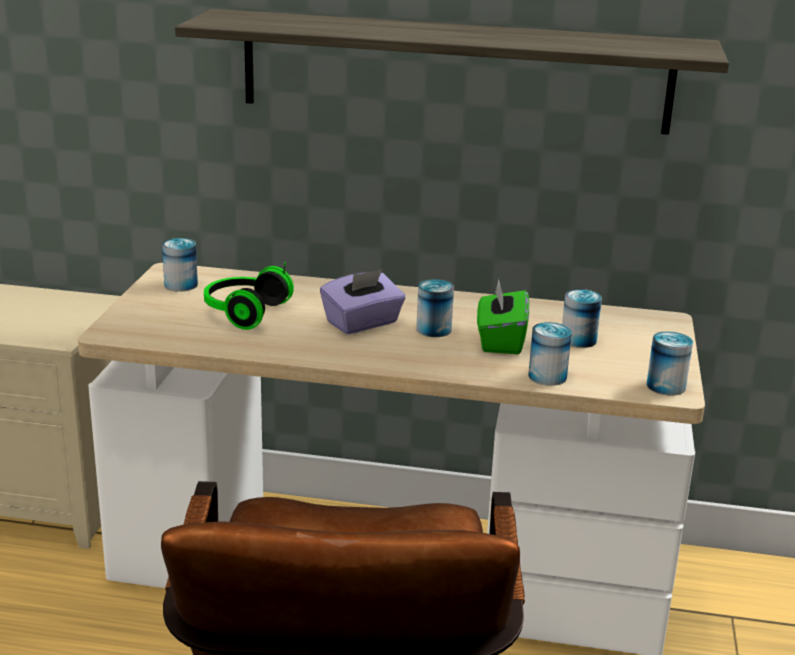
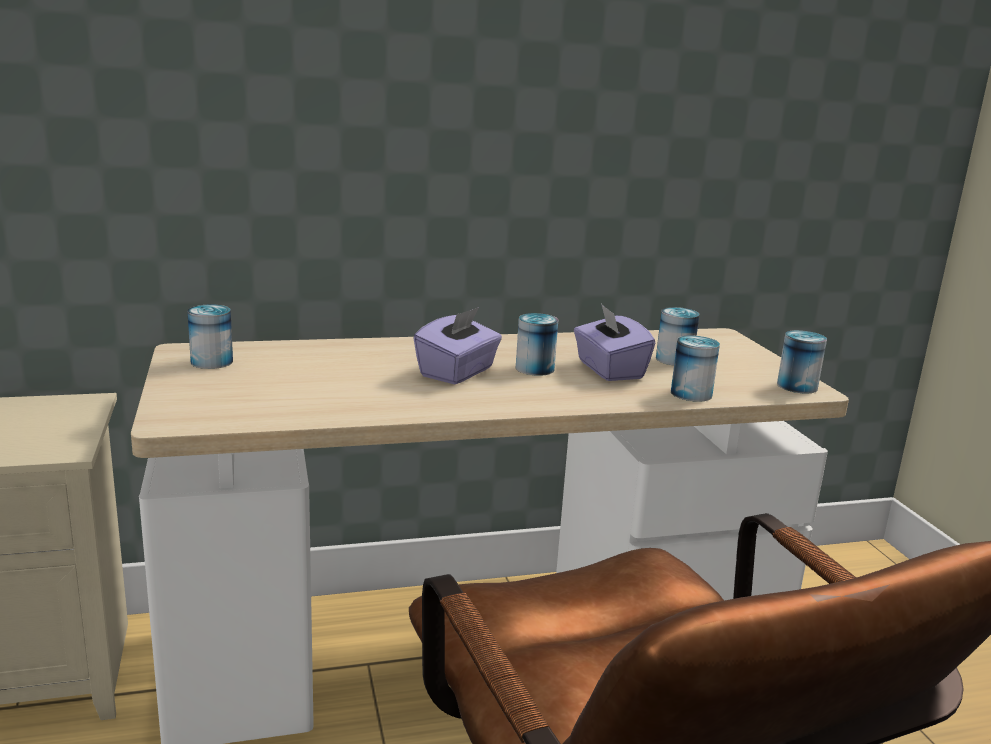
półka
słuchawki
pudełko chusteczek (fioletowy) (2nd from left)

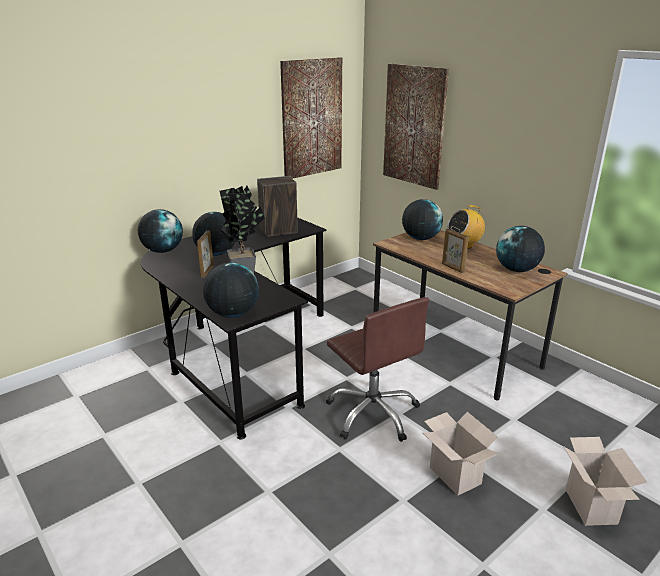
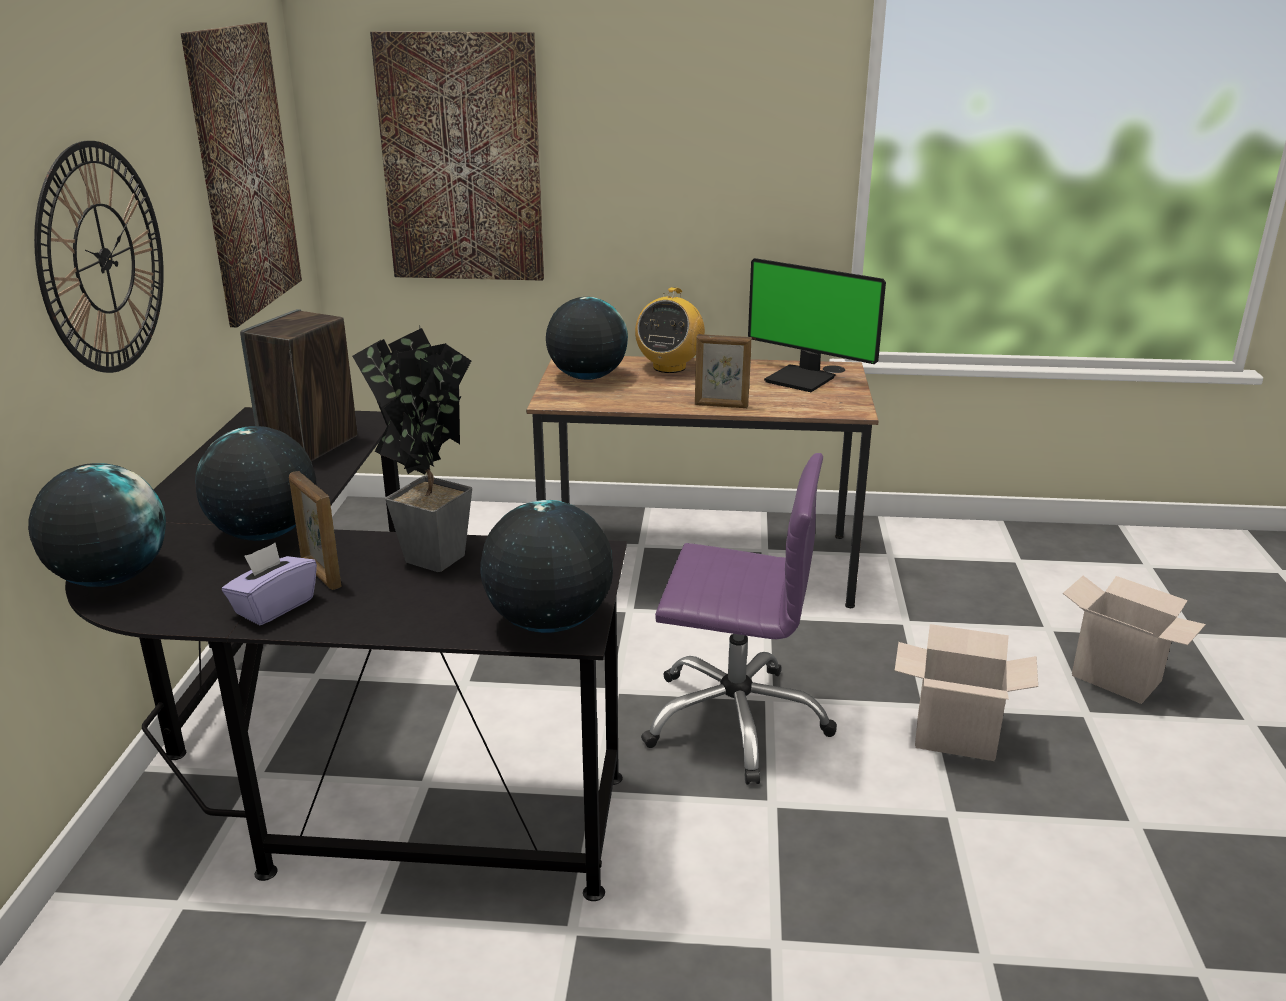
krzesło biurowe (fioletowy)
monitor
zegar ścienny
pudełko chusteczek (fioletowy)

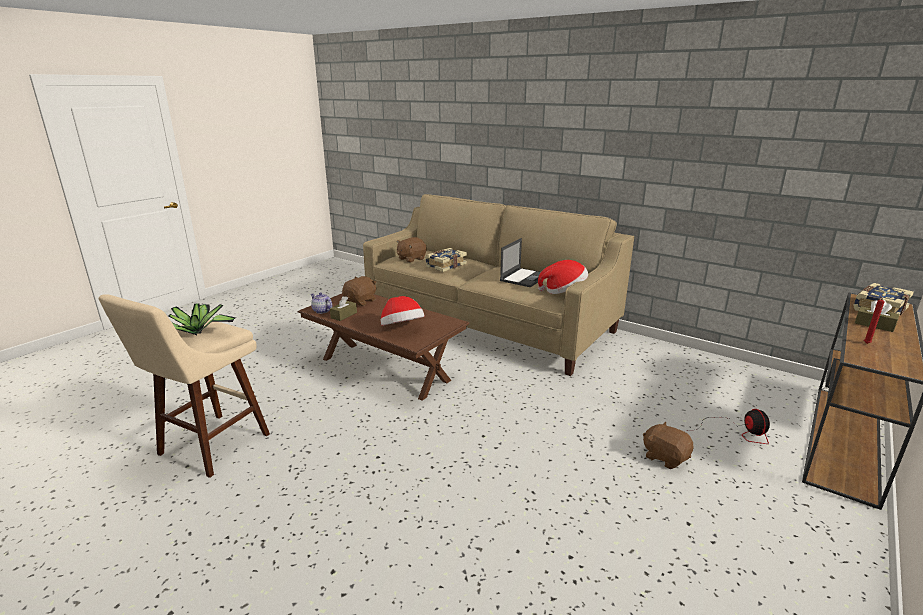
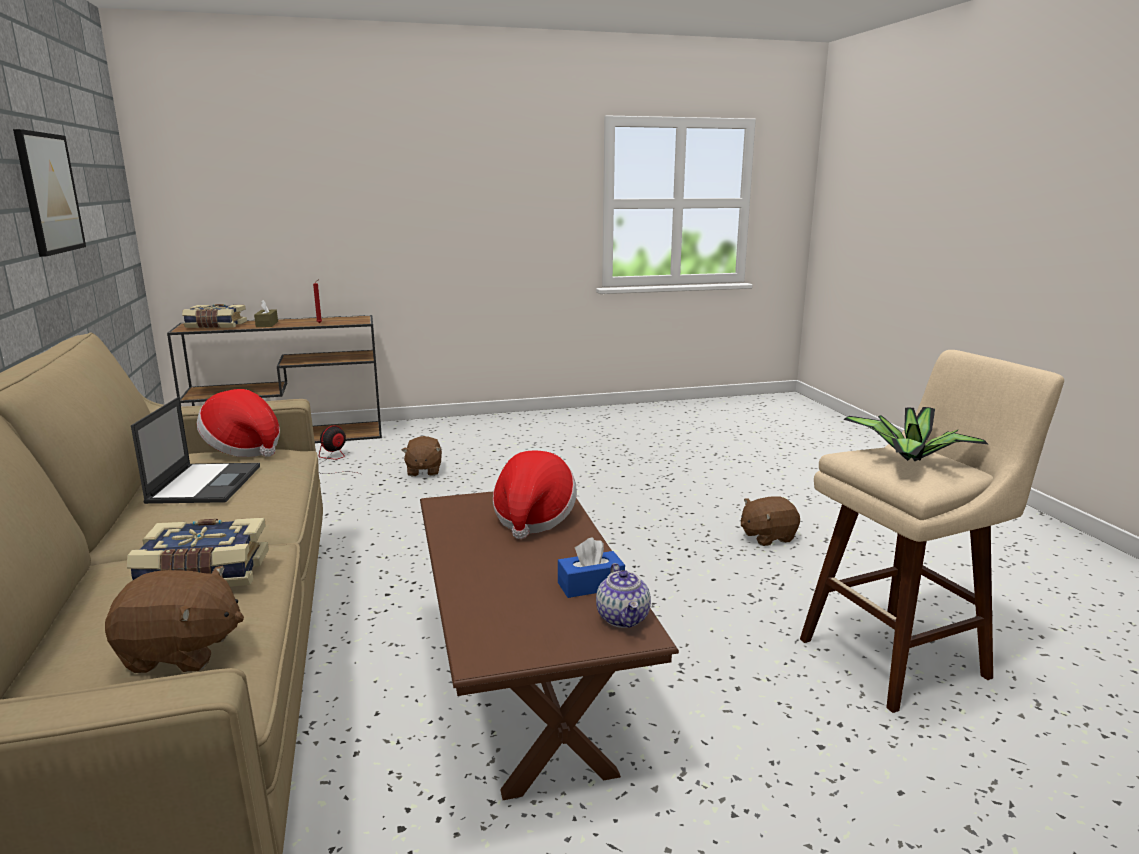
pudełko chusteczek (niebieski)
pluszak (brązowy) (3rd from left)
laptop
obraz

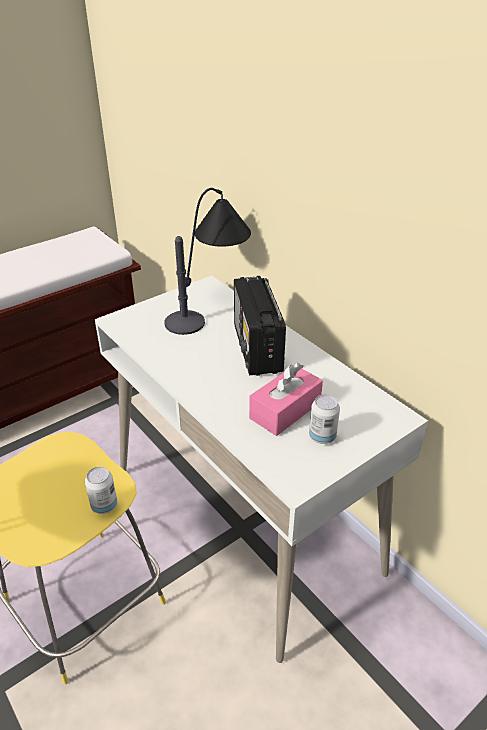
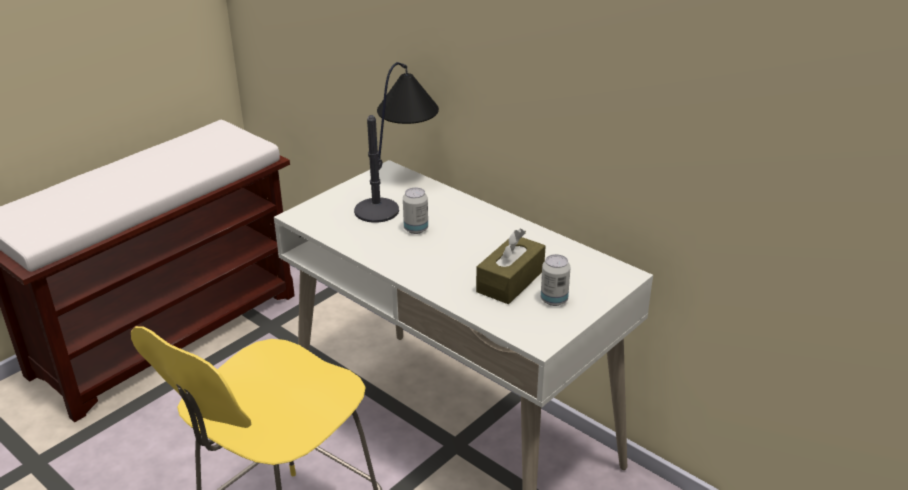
puszka (1st from left)
radio
pudełko chusteczek (brązowy)

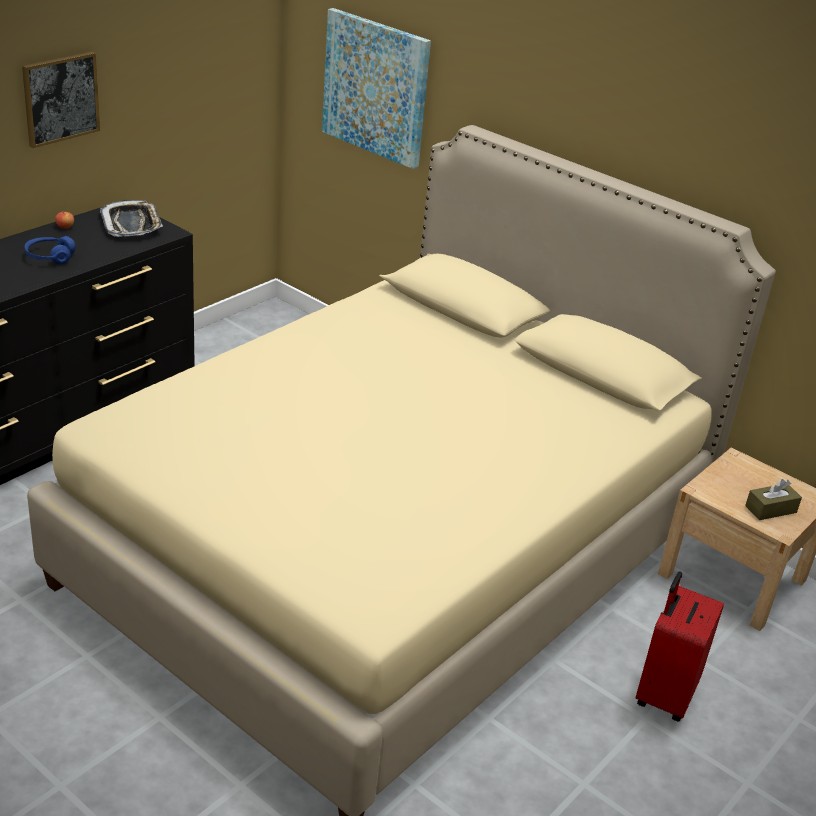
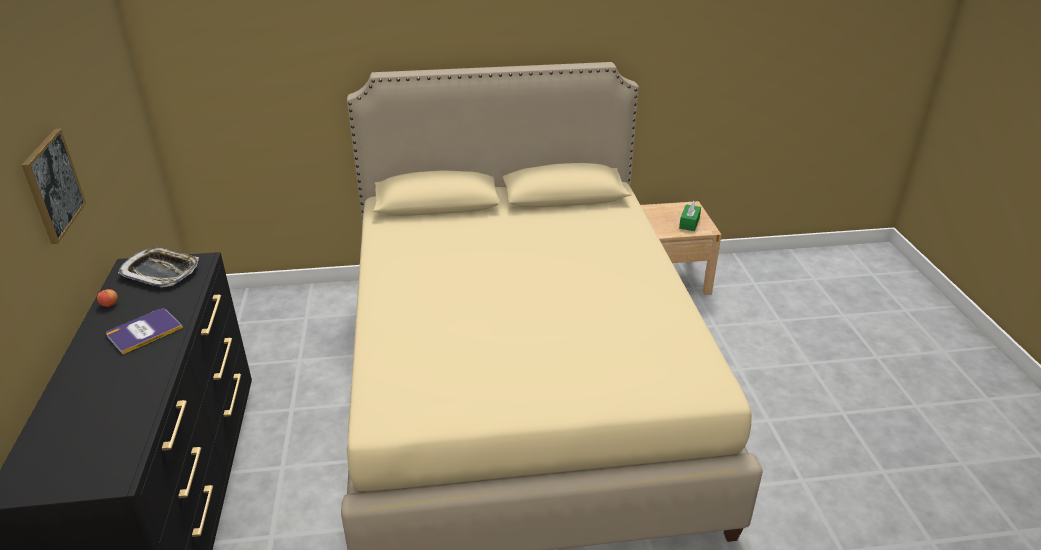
książka
obraz (2nd from left in the first image)
walizka (czerwony)
pudełko chusteczek (zielony)

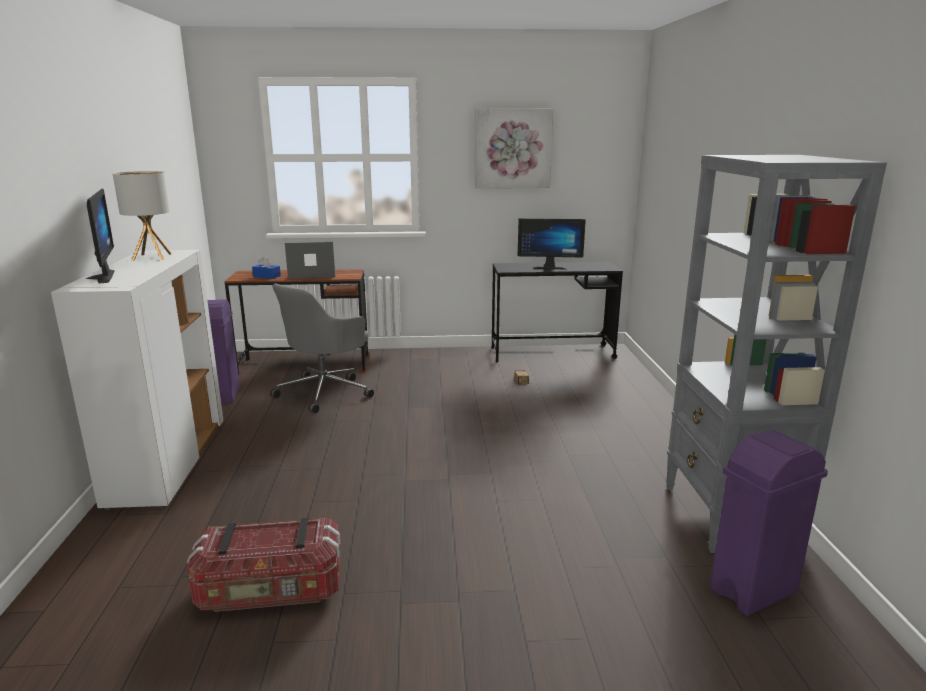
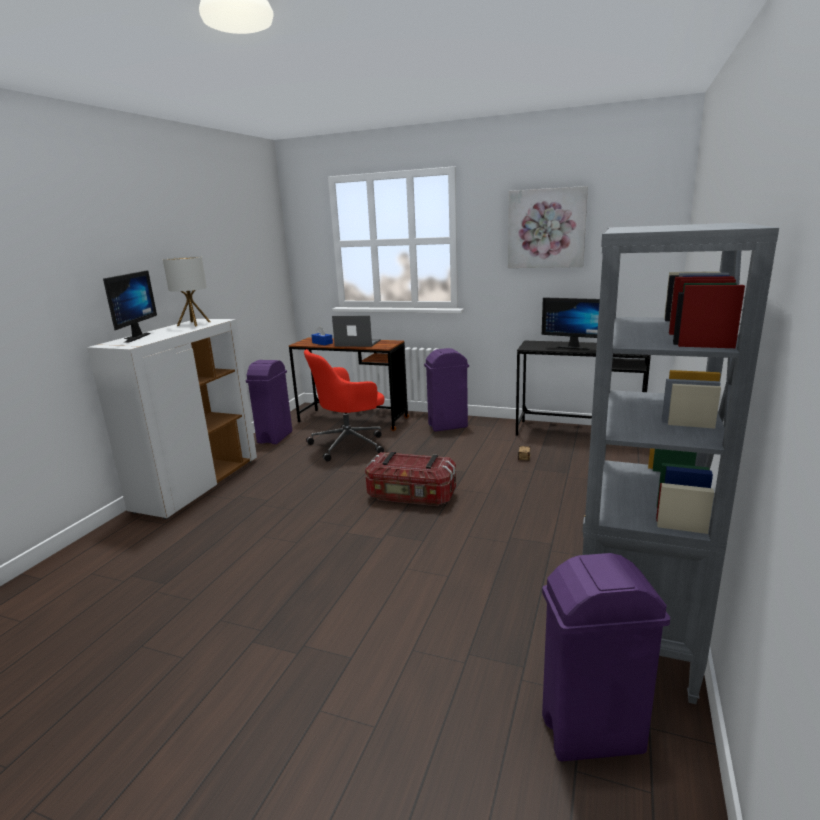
pojemnik do przechowywania (1st from left)
krzesło biurowe (czerwony)
kosz na śmieci (fioletowy) (2nd from left)

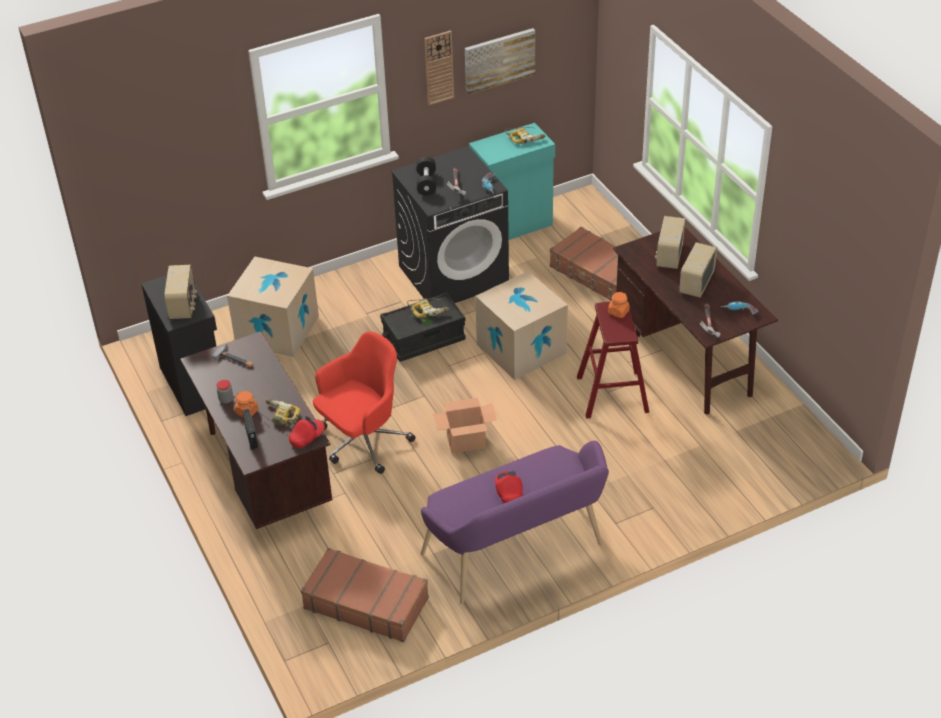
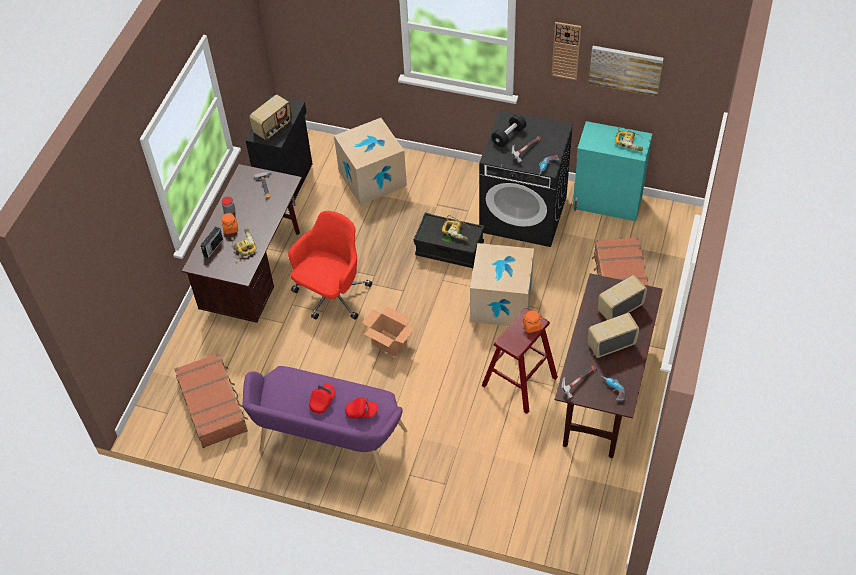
czapka z daszkiem (czerwony) (2nd from left)
krzesło biurowe (czerwony)

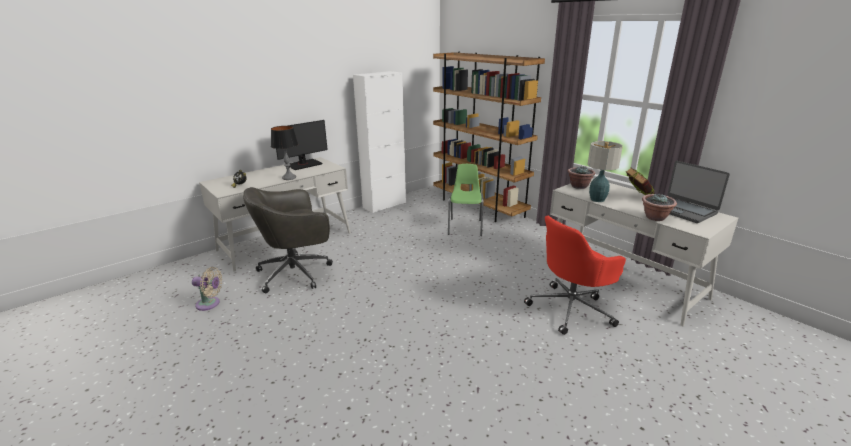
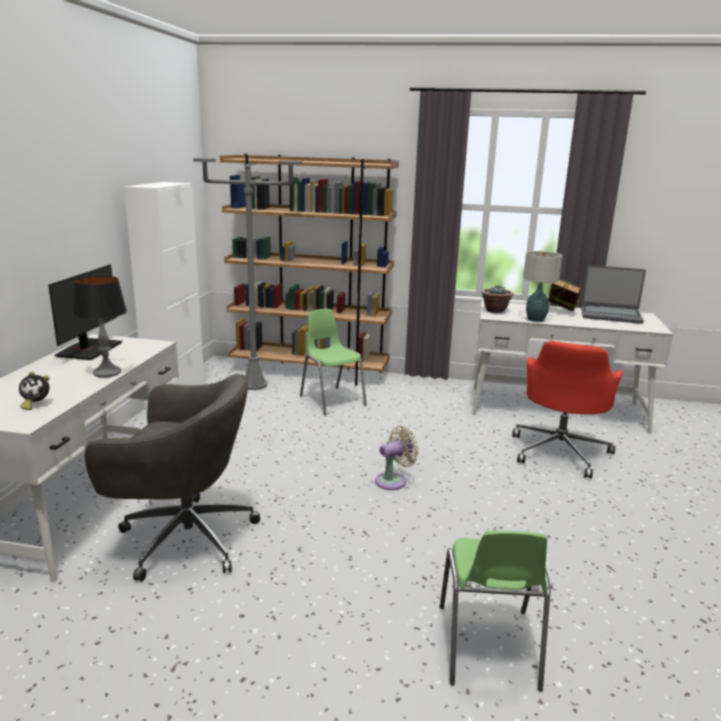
wentylator (beżowy)
krzesło biurowe (szary)
roślina doniczkowa (2nd from left in the first image)
lampa stojąca (szary)
krzesło (zielony) (2nd from left)

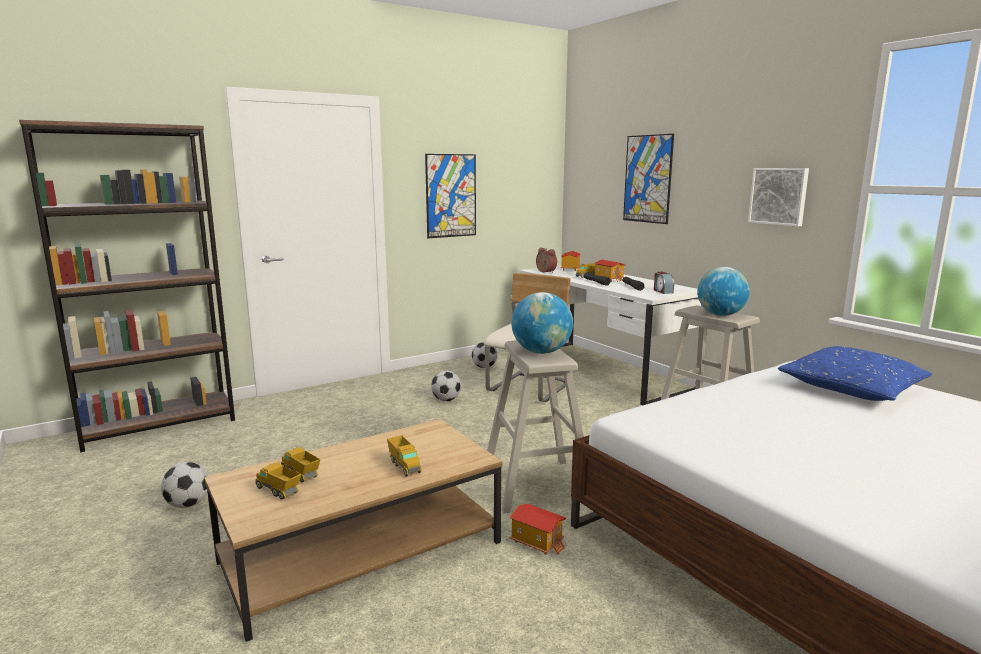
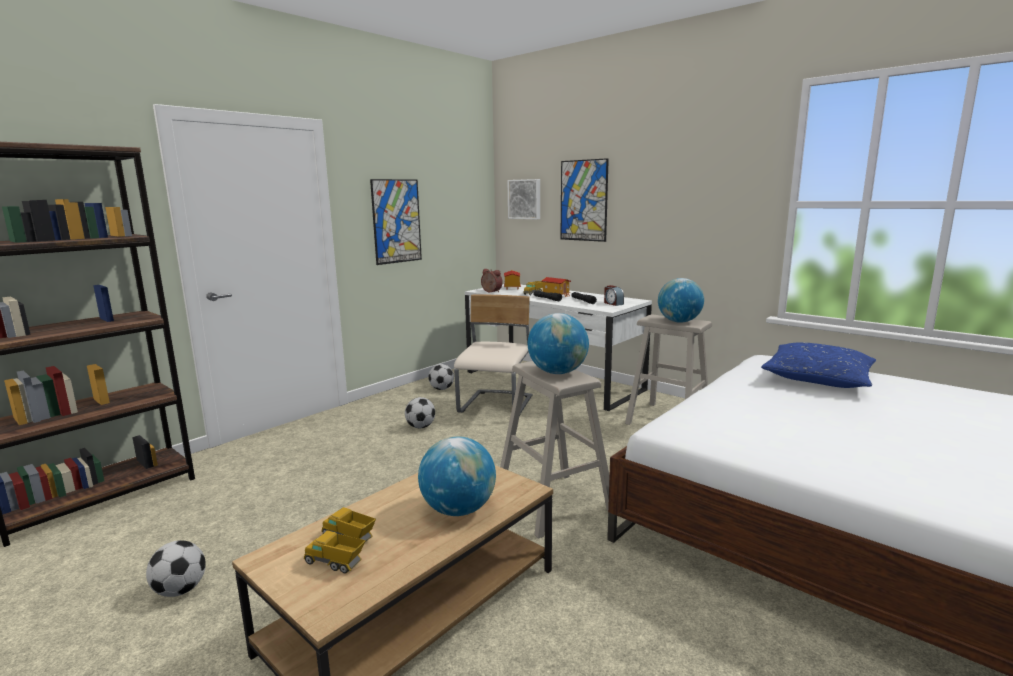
globus (1st from left)
domek (1st from left in the first image)
obraz (2nd from left)

